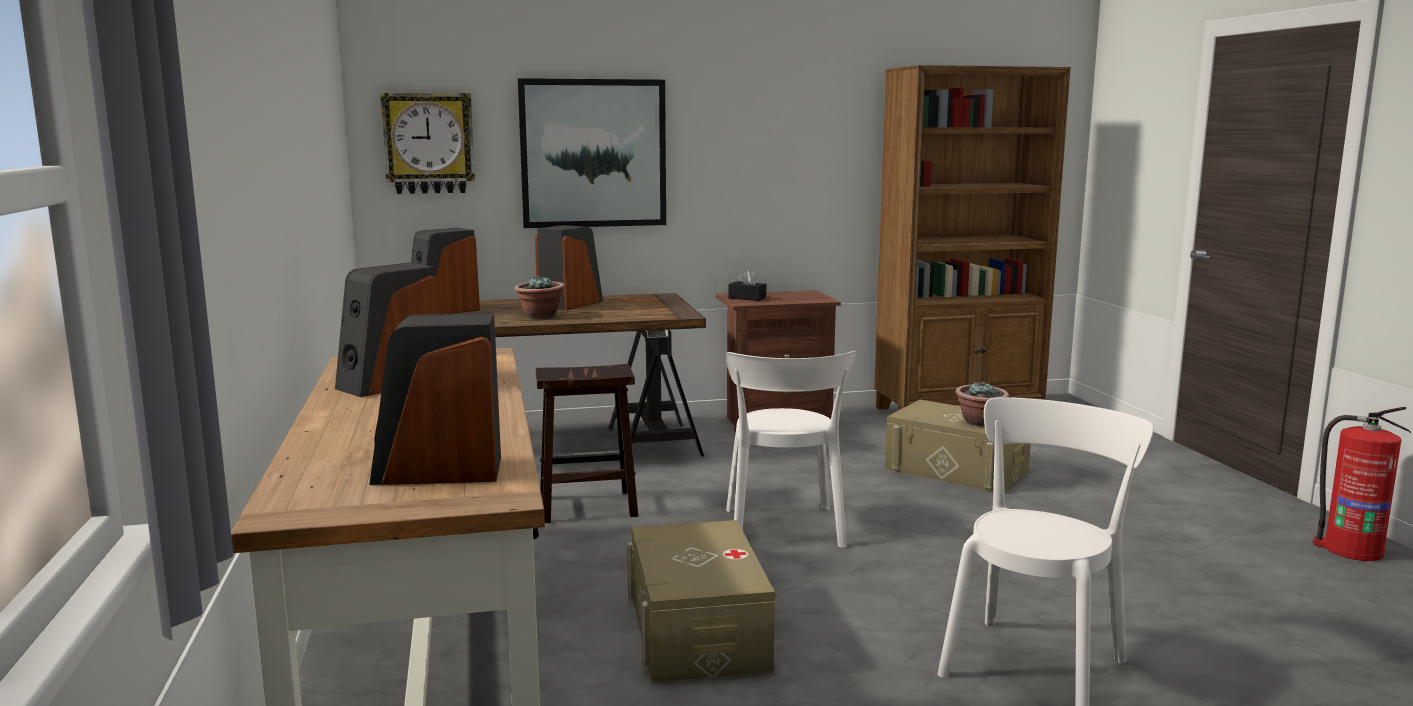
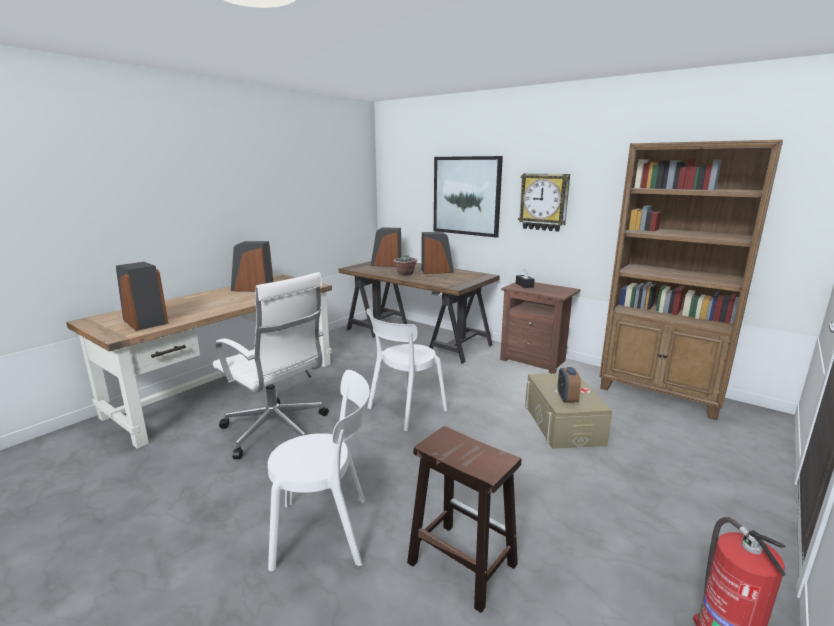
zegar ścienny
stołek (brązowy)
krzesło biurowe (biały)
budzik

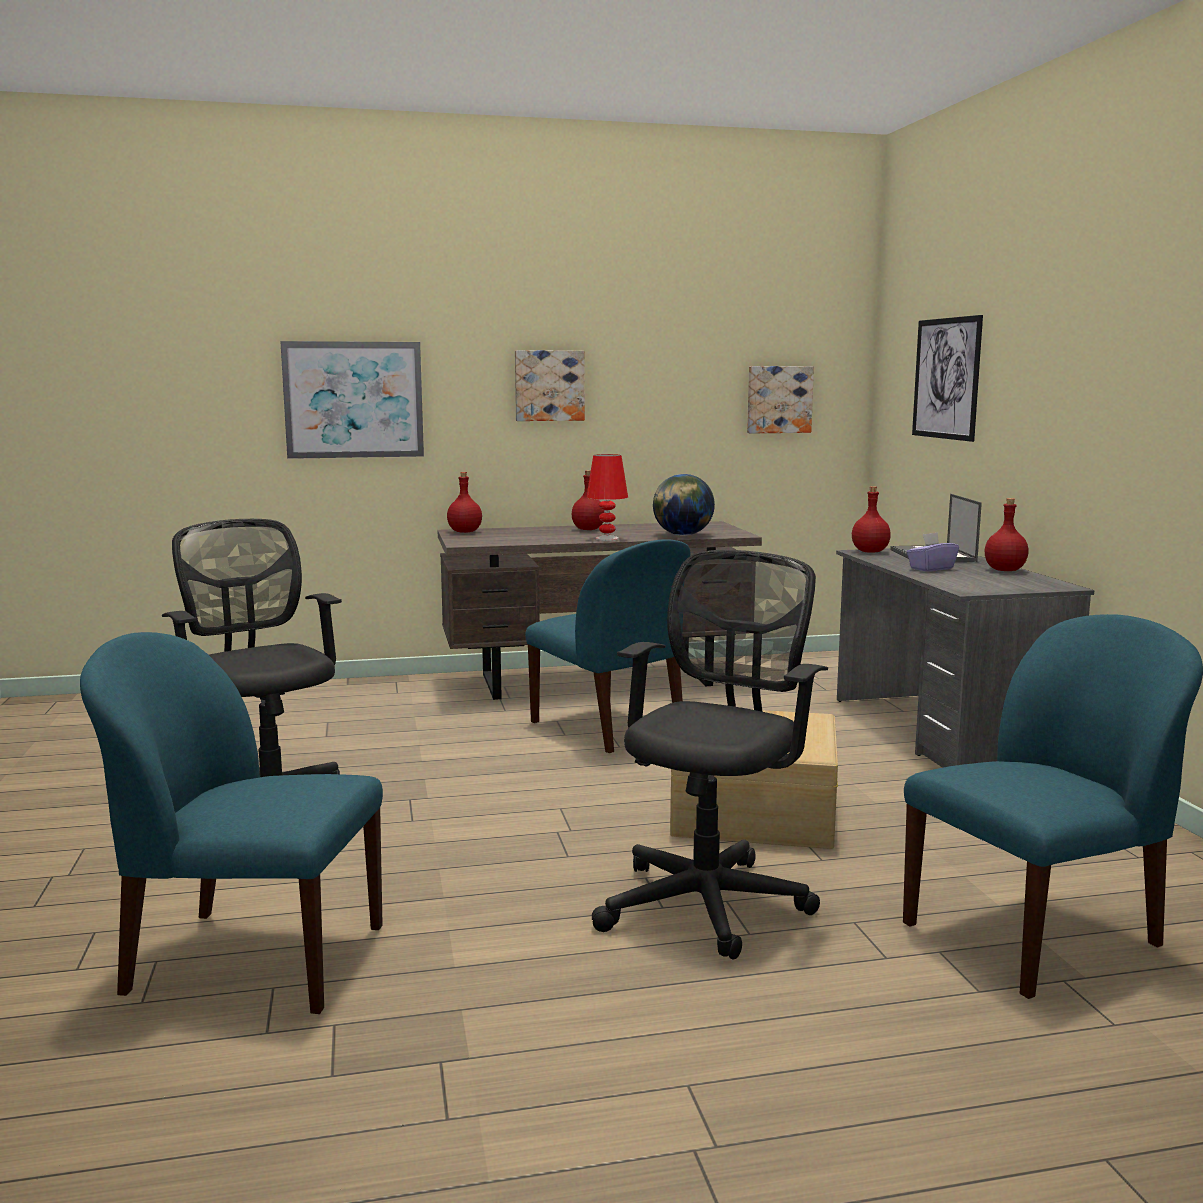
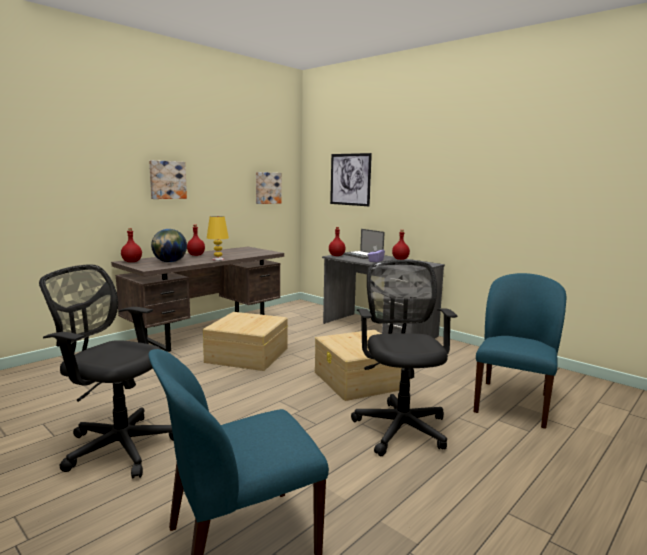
obraz (1st from left in the first image)
pojemnik do przechowywania (beżowy) (1st from left)
lampa stołowa (żółty)
globus

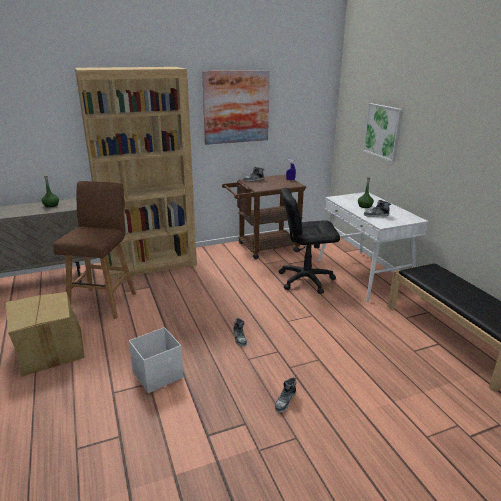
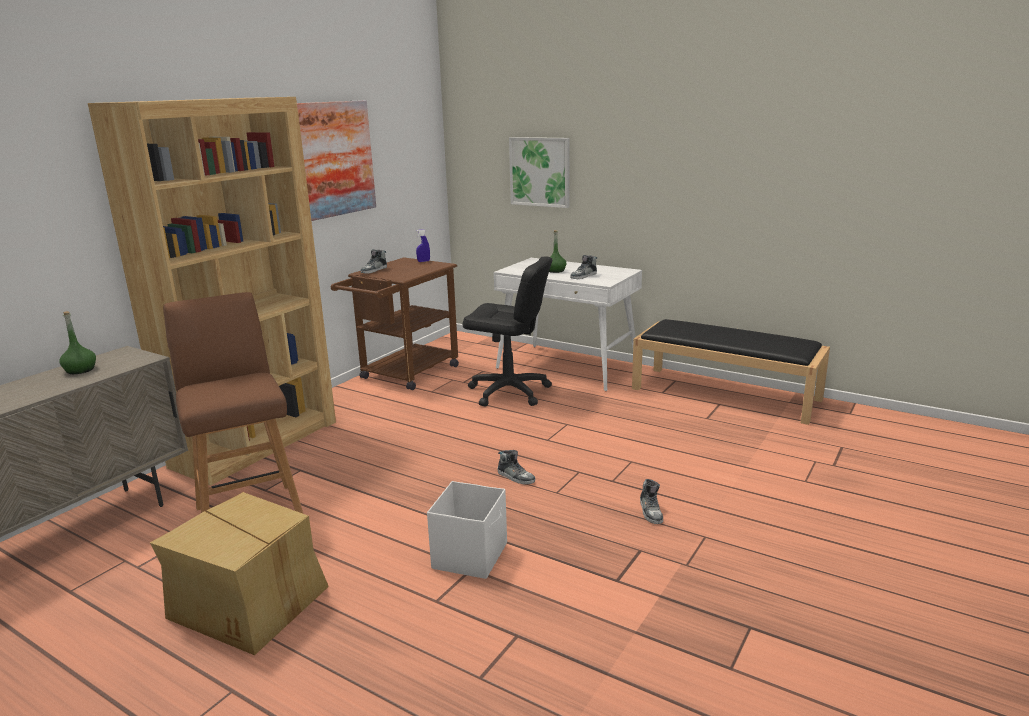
krzesło biurowe (czarny)

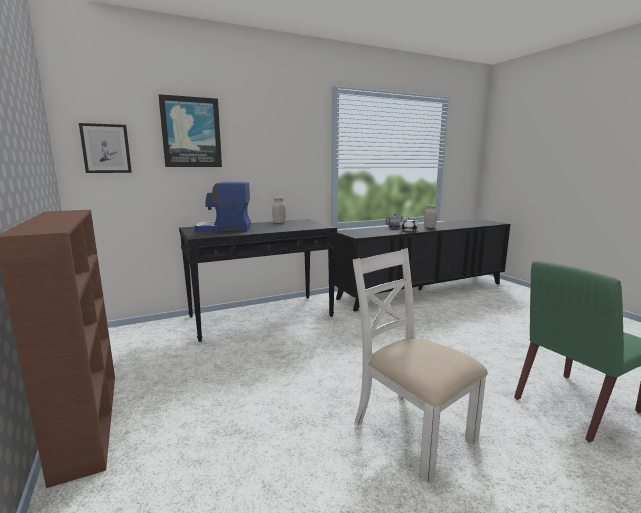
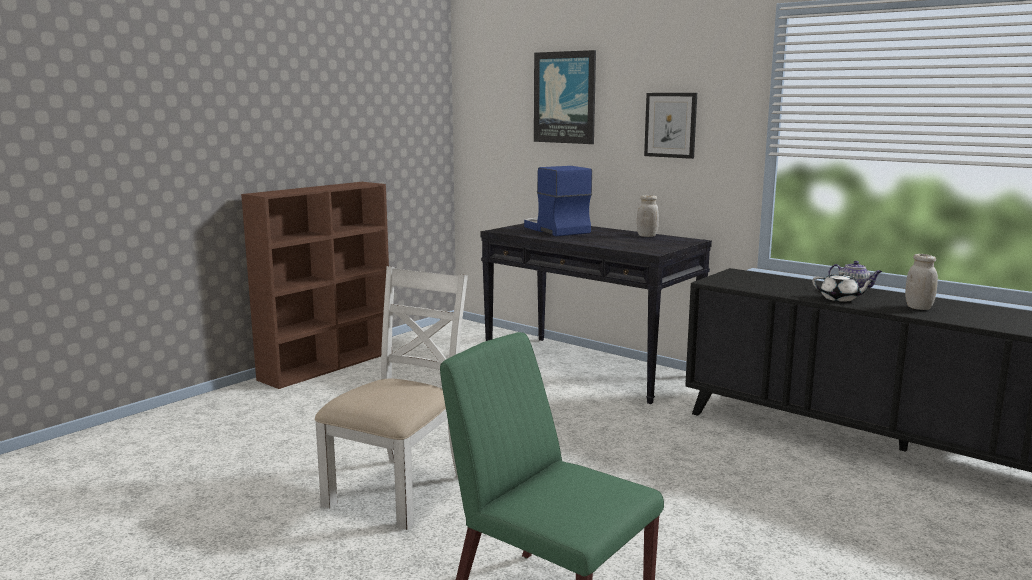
obraz (2nd from left)

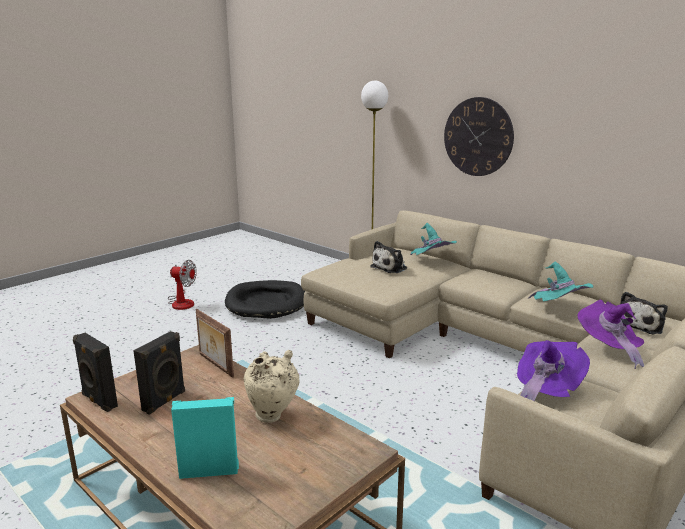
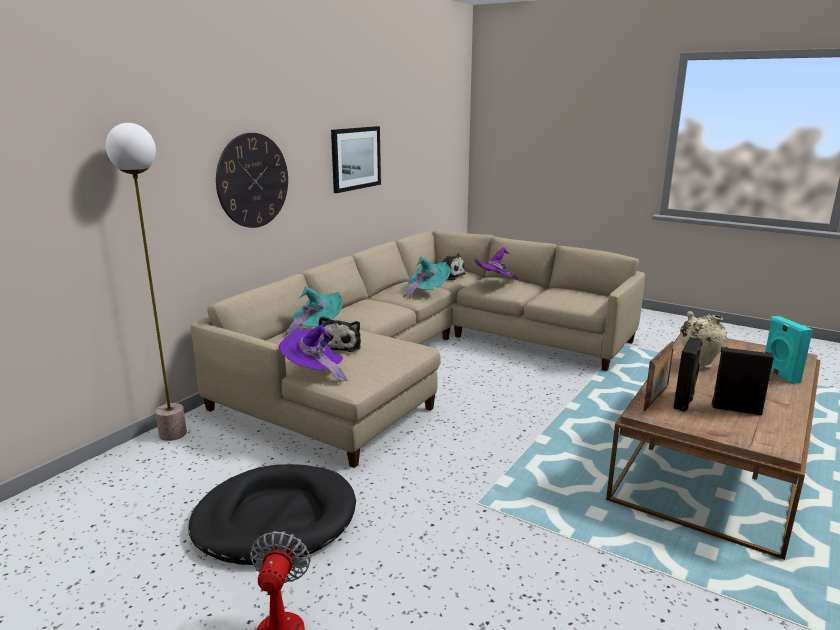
głośnik (czarny) (1st from left)
pluszak (1st from left)
kapelusz (fioletowy) (1st from left)
obraz

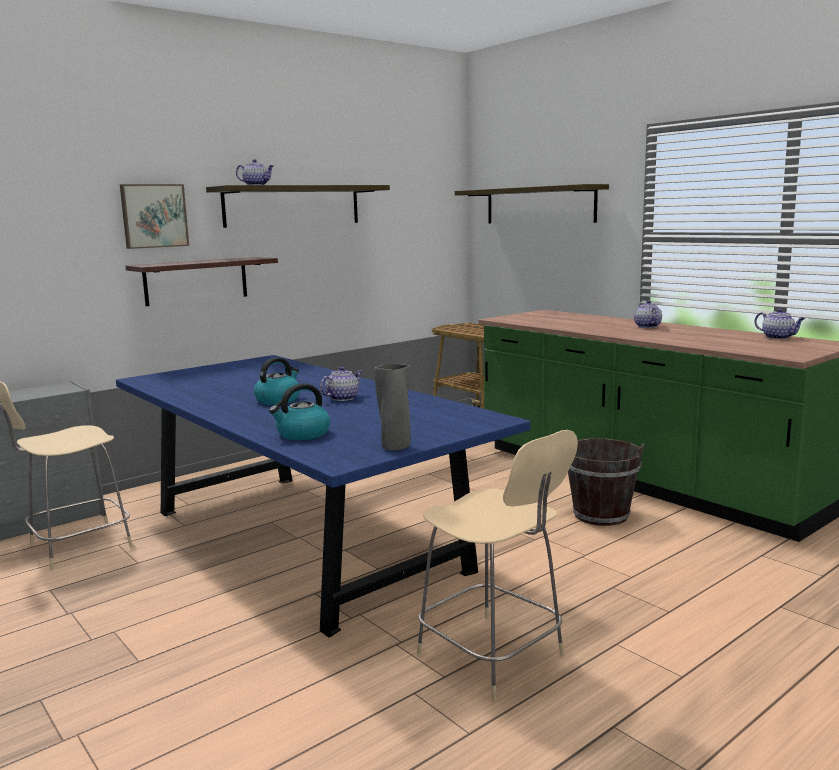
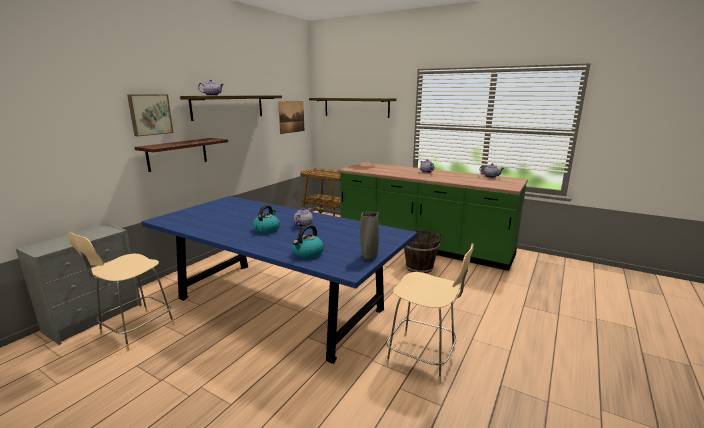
obraz (2nd from left)

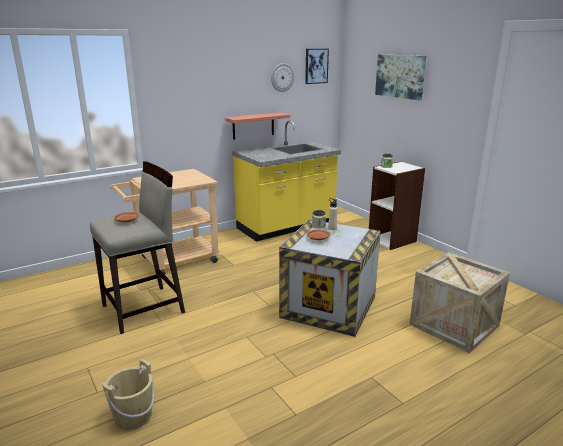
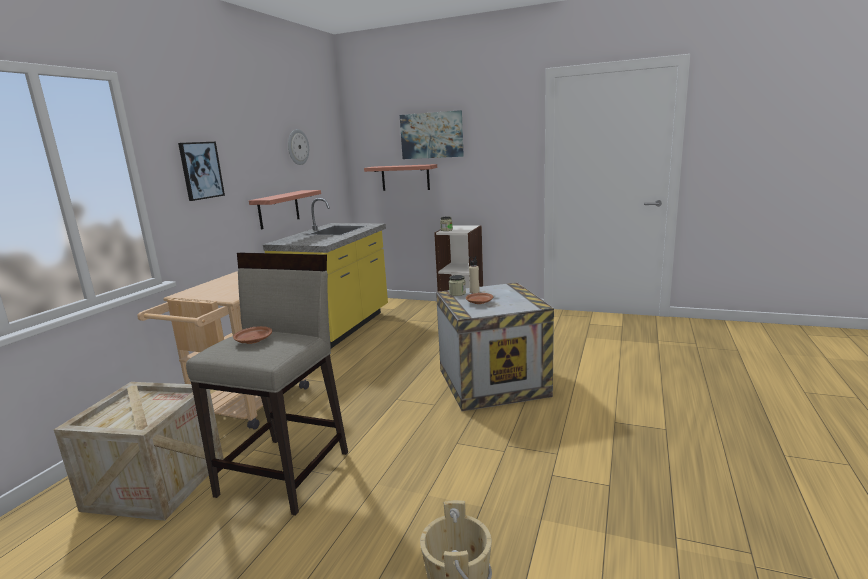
obraz (1st from left)
skrzynka (1st from left)
półka (2nd from left)

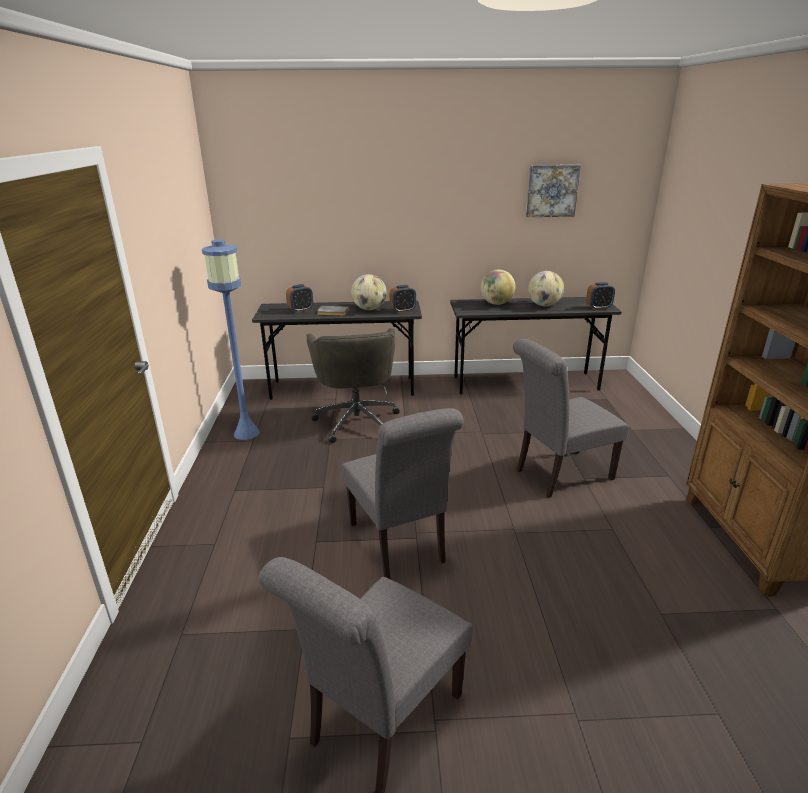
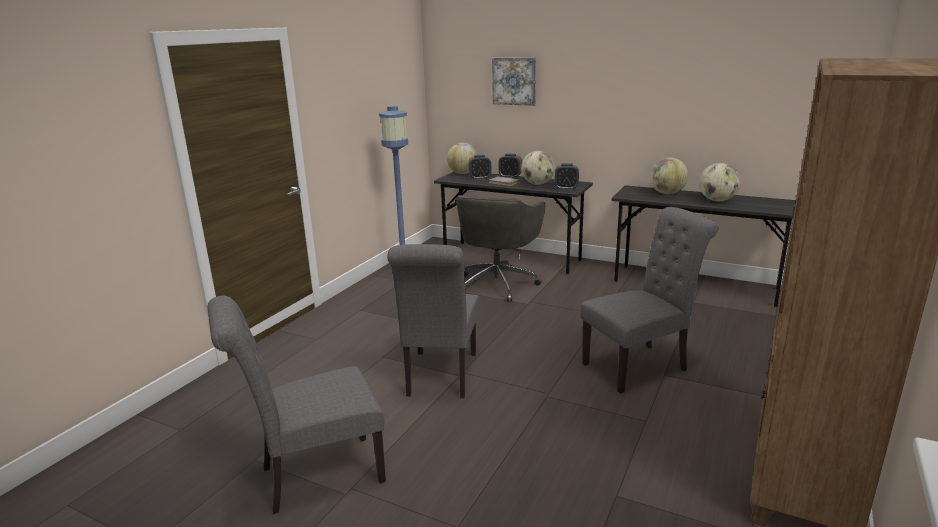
krzesło (szary) (3rd from left)
obraz
budzik (2nd from left)
globus (1st from left)

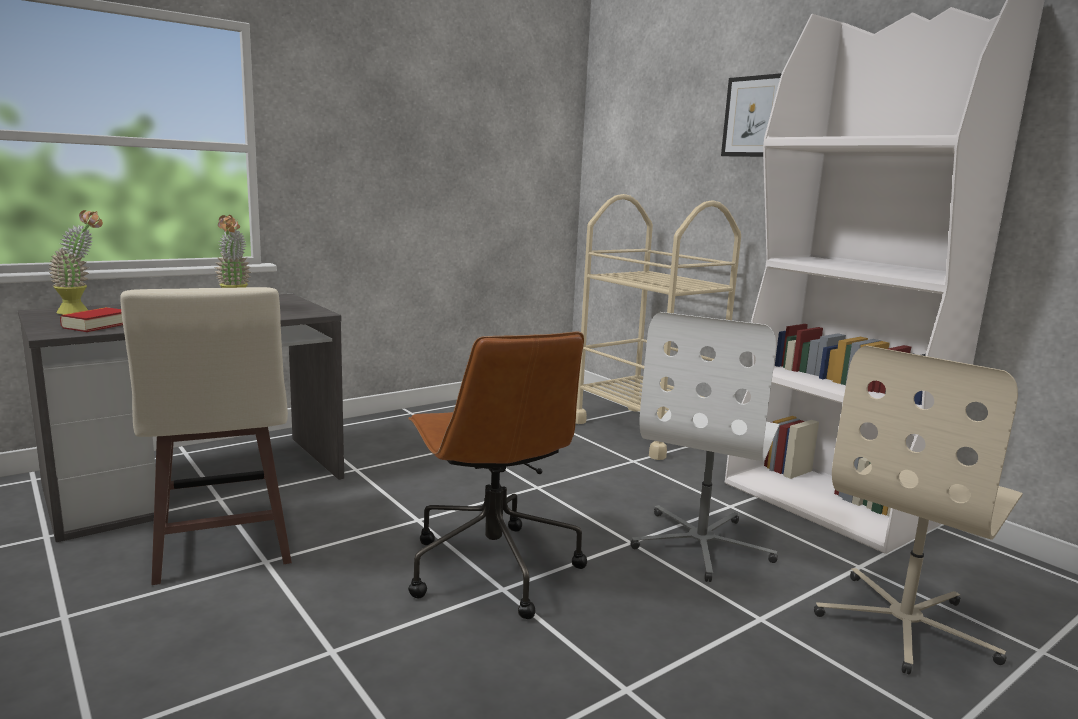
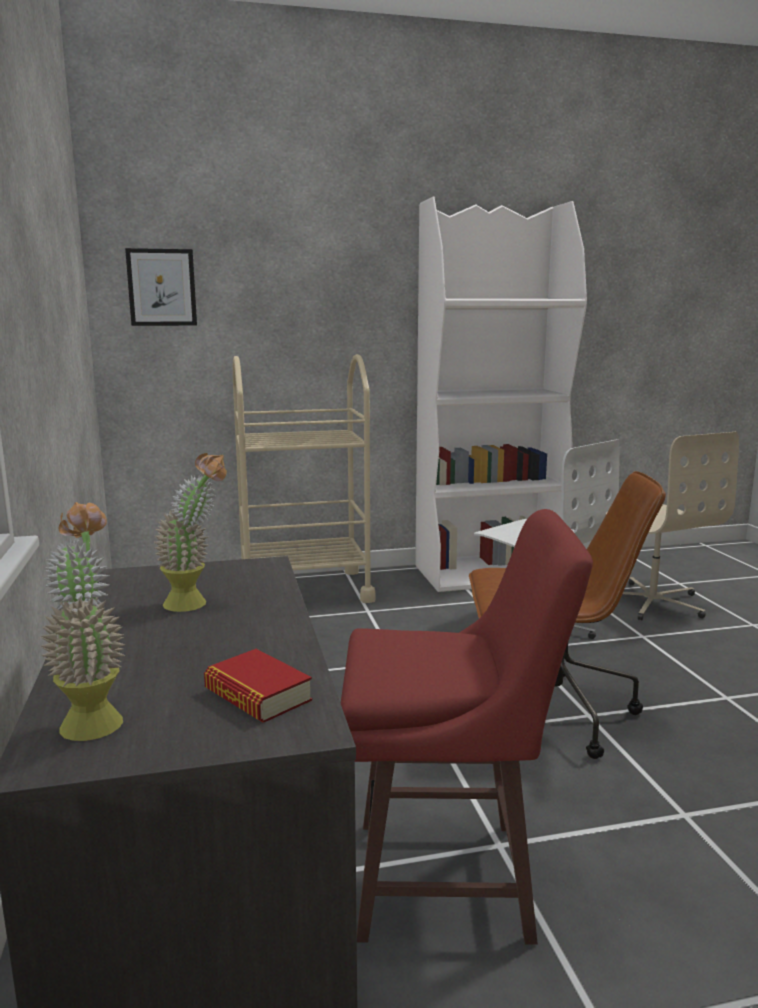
stołek (czerwony)
obraz

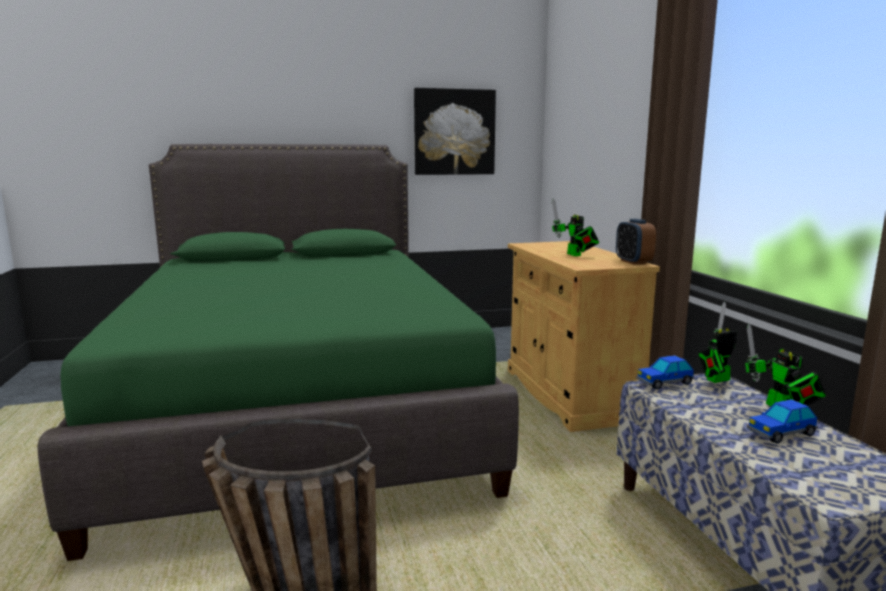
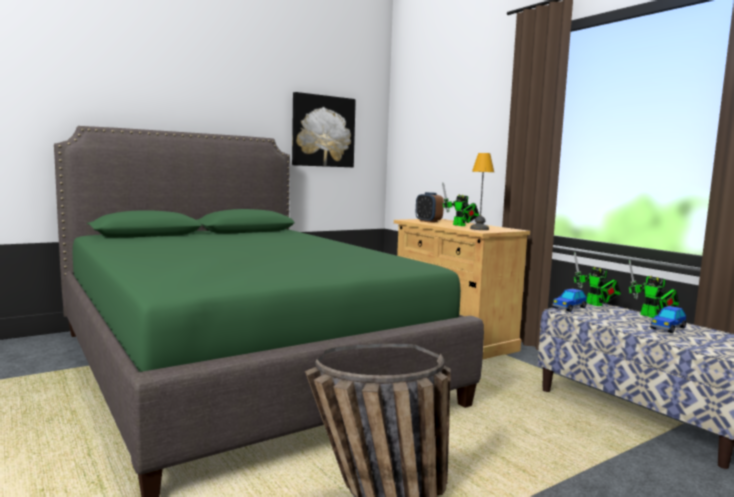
budzik
robot zabawkowy (2nd from left)
lampa stołowa

